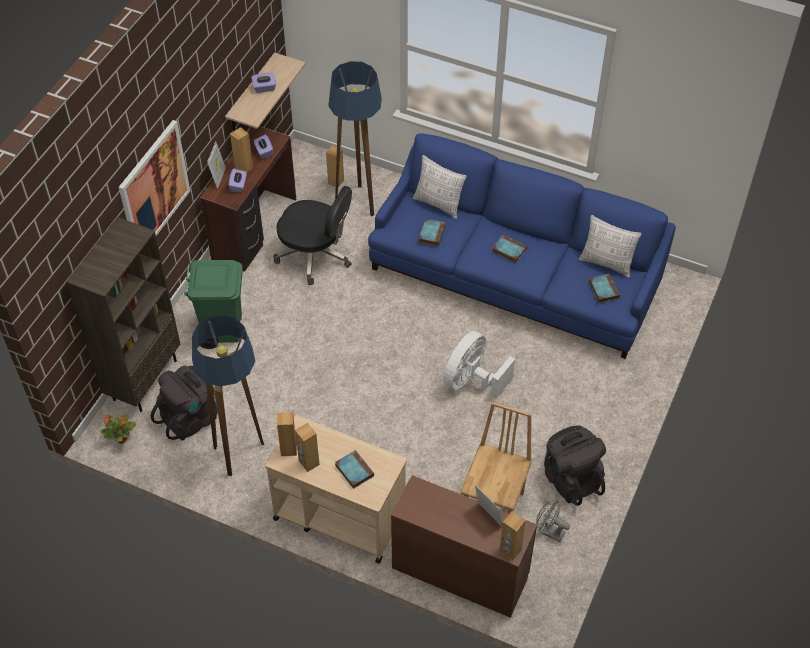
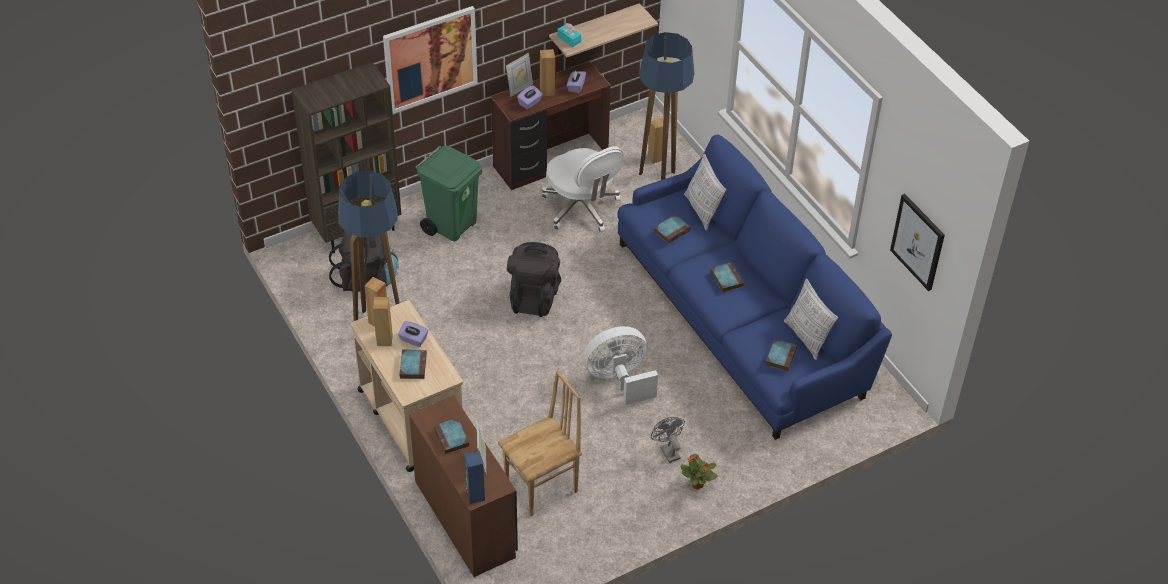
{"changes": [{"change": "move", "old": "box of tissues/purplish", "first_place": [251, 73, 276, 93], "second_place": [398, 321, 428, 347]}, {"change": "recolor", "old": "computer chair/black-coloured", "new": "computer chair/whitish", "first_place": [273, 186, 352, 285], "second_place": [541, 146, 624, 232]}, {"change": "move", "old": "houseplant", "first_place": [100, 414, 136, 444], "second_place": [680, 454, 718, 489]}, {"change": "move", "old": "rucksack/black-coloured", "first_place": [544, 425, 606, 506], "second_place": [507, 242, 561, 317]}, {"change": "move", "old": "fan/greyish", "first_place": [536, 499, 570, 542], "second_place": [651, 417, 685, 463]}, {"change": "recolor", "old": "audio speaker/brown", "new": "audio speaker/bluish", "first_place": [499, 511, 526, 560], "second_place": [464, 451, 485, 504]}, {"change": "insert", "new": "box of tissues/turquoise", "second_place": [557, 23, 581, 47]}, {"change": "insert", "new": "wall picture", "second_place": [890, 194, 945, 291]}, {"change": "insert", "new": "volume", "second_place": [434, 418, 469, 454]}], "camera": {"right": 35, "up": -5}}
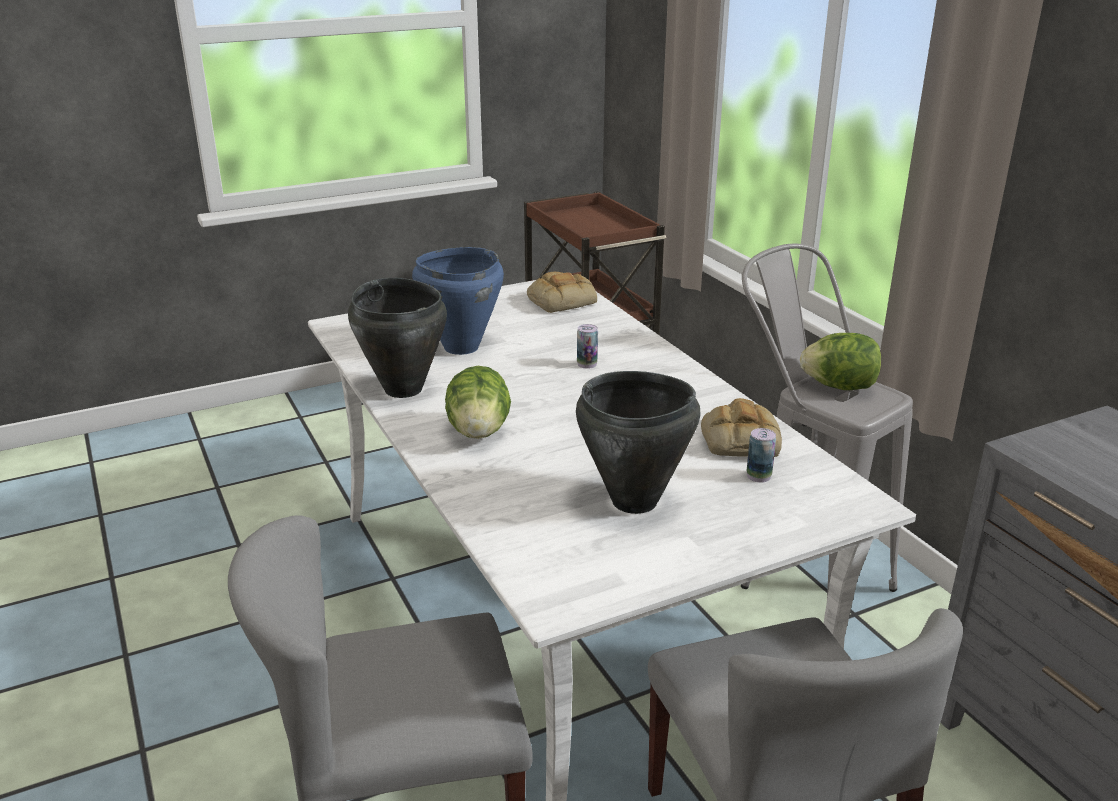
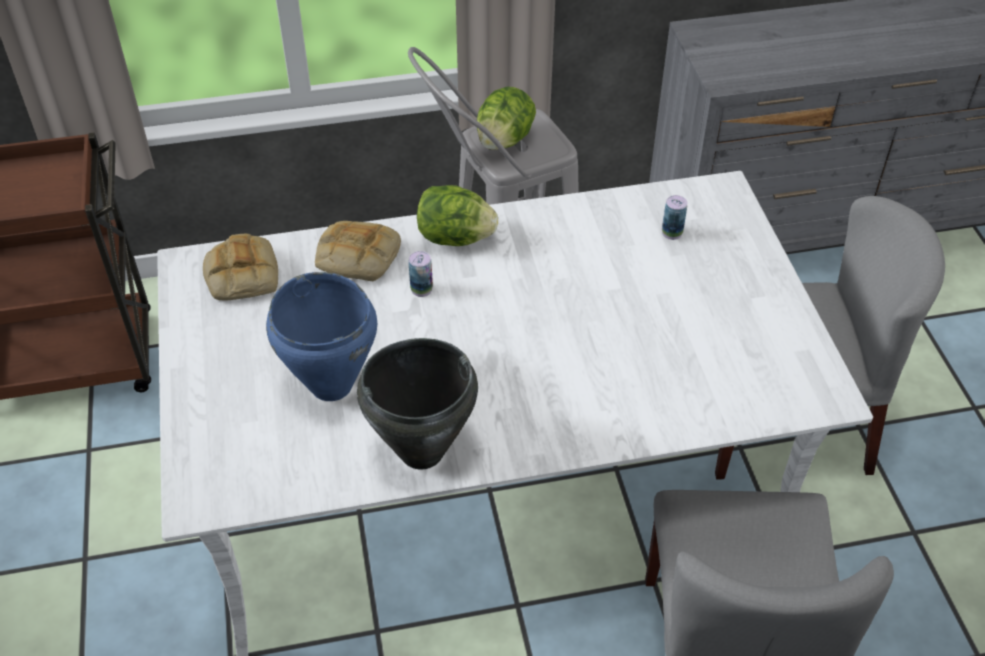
{"changes": [{"change": "move", "old": "lettuce", "first_place": [445, 366, 511, 439], "second_place": [417, 185, 498, 246]}, {"change": "delete", "old": "saucepot/black-coloured", "first_place": [576, 371, 701, 514]}, {"change": "move", "old": "baked bread", "first_place": [701, 398, 782, 457], "second_place": [315, 221, 401, 281]}], "camera": {"right": -75, "up": 20}}
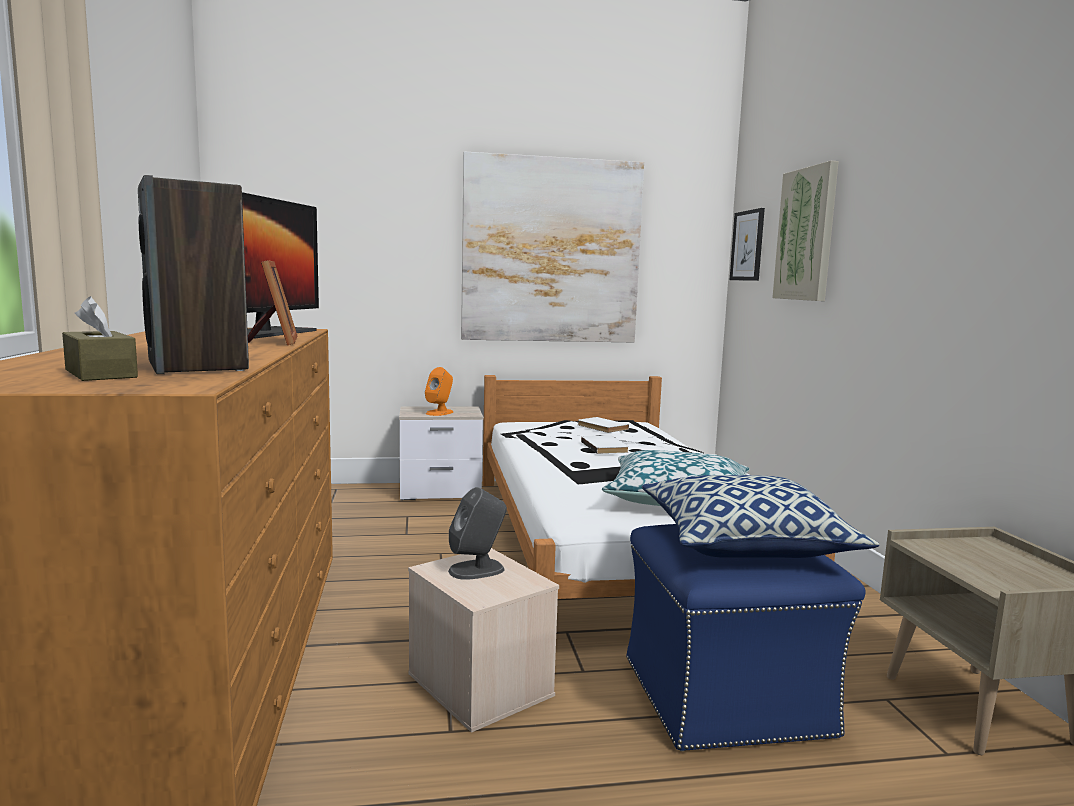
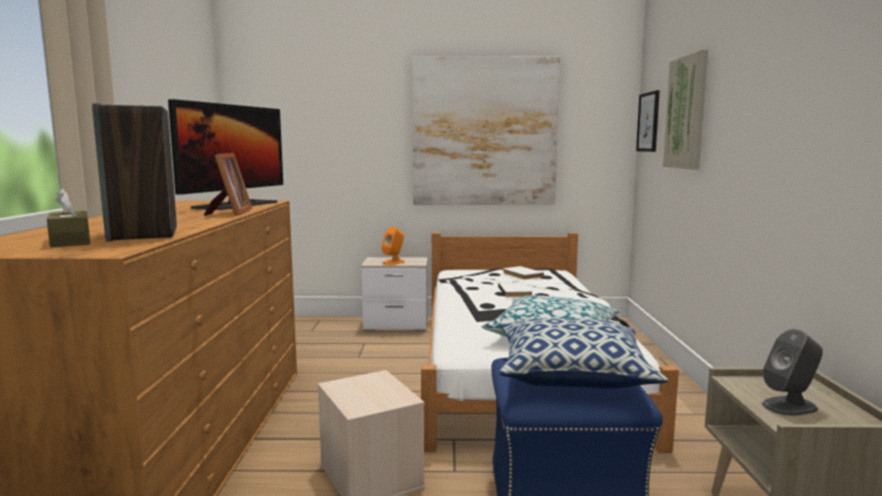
{"changes": [{"change": "move", "old": "audio speaker/greyish", "first_place": [448, 487, 507, 580], "second_place": [762, 329, 823, 416]}], "camera": {"right": 10, "up": 0}}
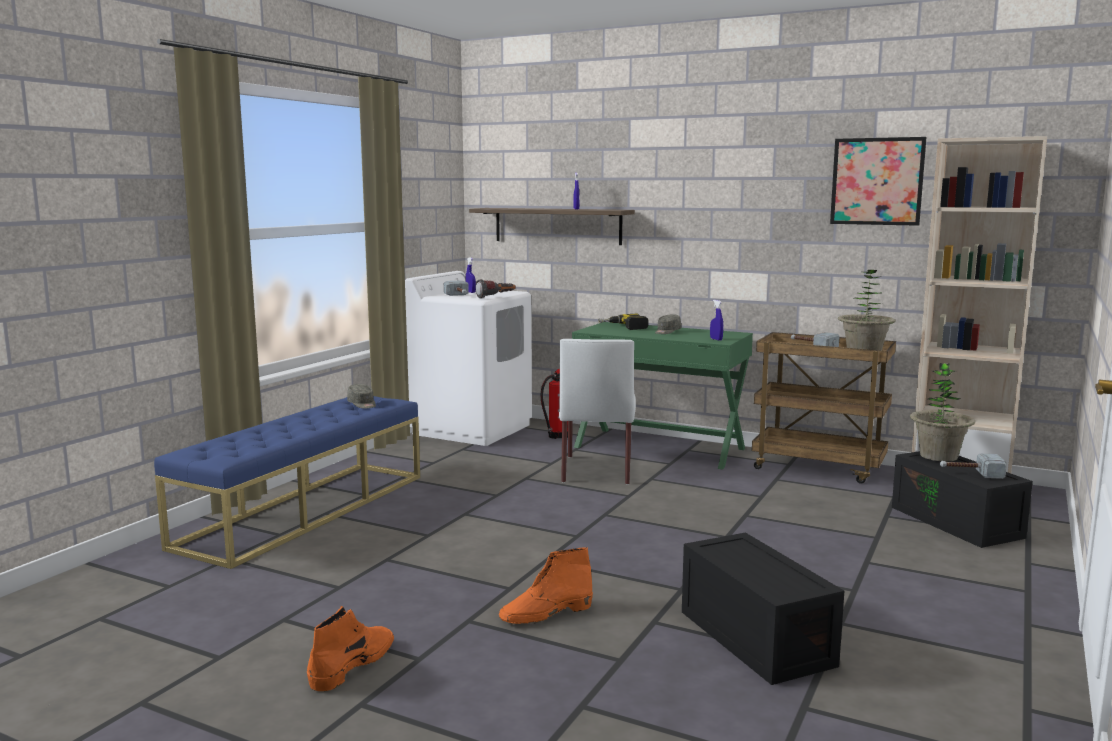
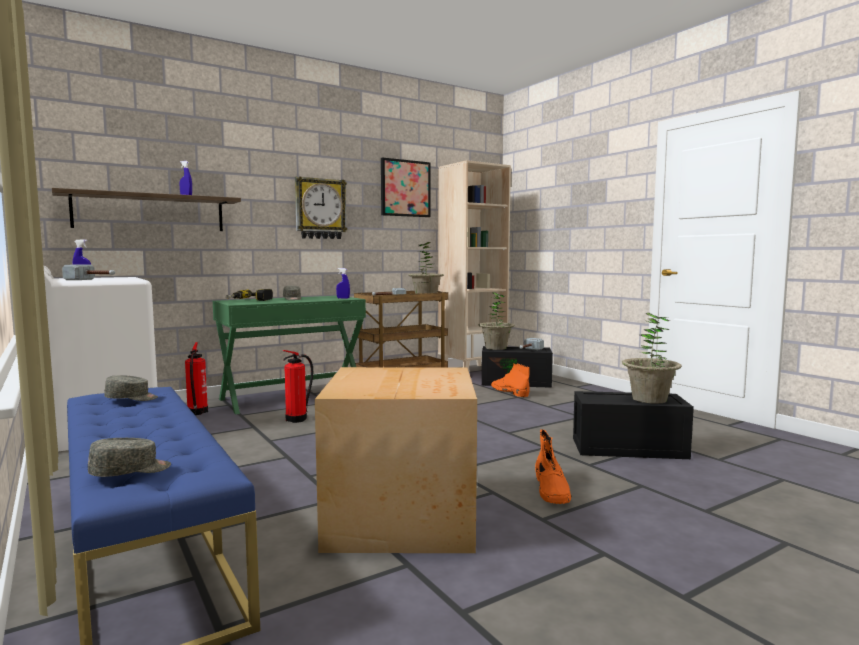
{"changes": [{"change": "delete", "old": "flashlight", "first_place": [475, 279, 516, 299]}, {"change": "replace", "old": "upright chair/whitish", "new": "fire extinguisher", "first_place": [559, 339, 636, 485], "second_place": [283, 350, 313, 423]}, {"change": "move", "old": "high-top boot/orange", "first_place": [307, 606, 394, 691], "second_place": [491, 364, 530, 397]}, {"change": "insert", "new": "hanging clock", "second_place": [295, 176, 347, 239]}, {"change": "insert", "new": "houseplant", "second_place": [622, 313, 682, 404]}, {"change": "insert", "new": "cardboard box", "second_place": [315, 367, 477, 553]}, {"change": "insert", "new": "peaked cap/greyish", "second_place": [88, 438, 171, 477]}], "camera": {"right": -60, "up": -5}}
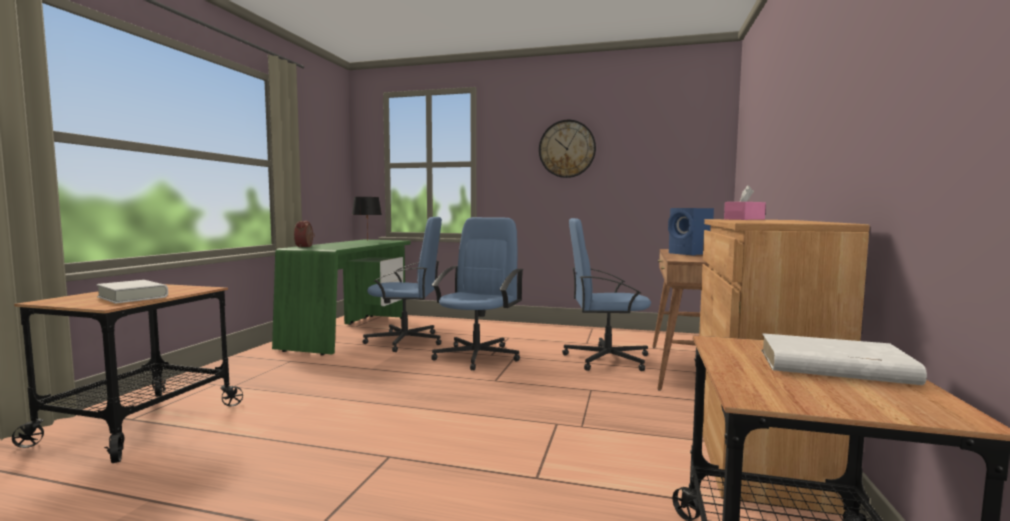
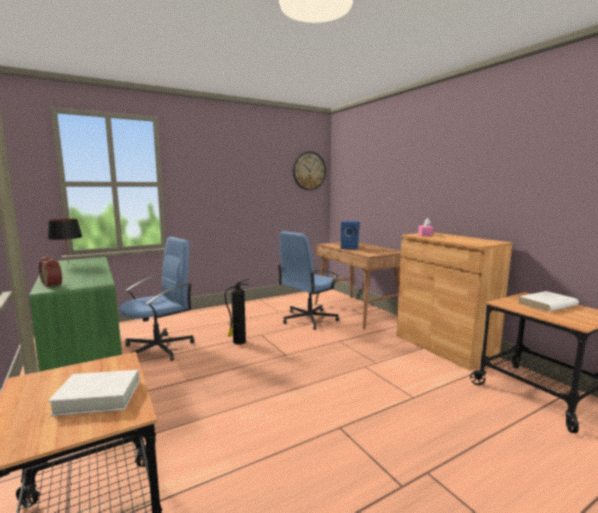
{"changes": [{"change": "move", "old": "hanging clock", "first_place": [539, 120, 596, 178], "second_place": [293, 151, 326, 190]}, {"change": "replace", "old": "computer chair/bluish", "new": "fire extinguisher", "first_place": [431, 217, 524, 371], "second_place": [225, 279, 249, 345]}], "camera": {"right": -45, "up": 5}}
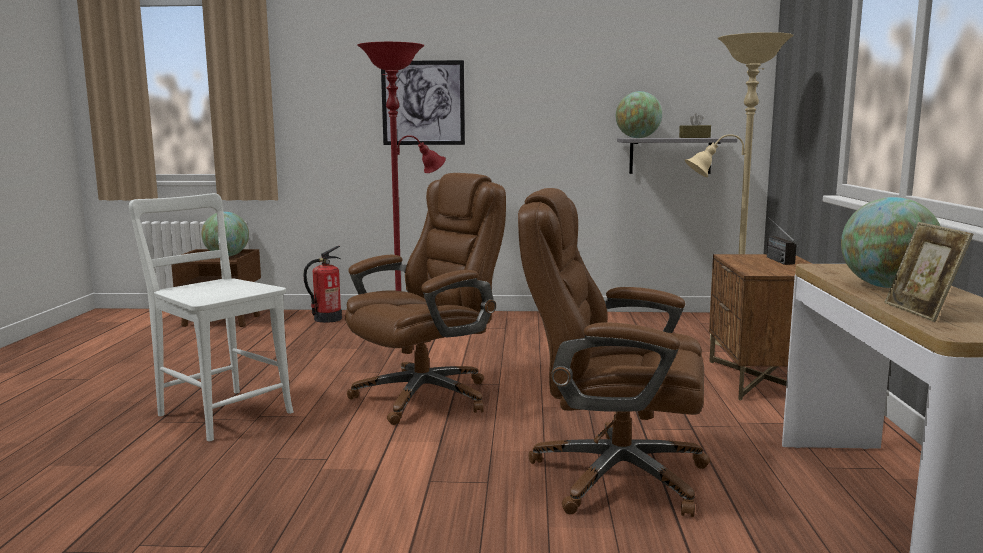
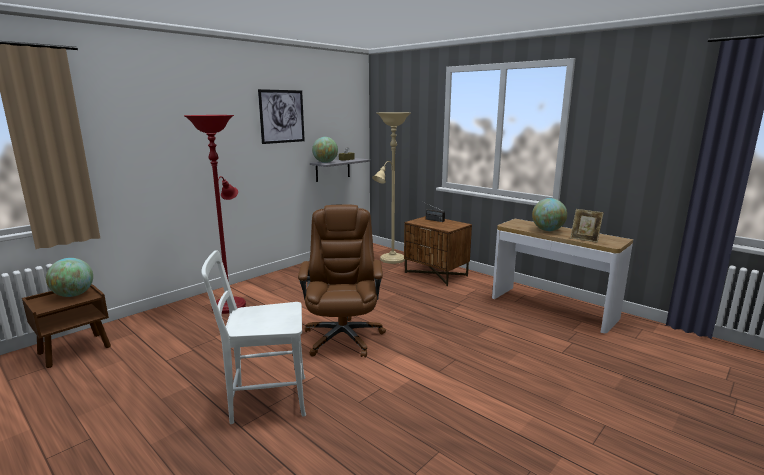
{"changes": [{"change": "move", "old": "wall picture", "first_place": [381, 60, 465, 145], "second_place": [258, 89, 305, 144]}, {"change": "delete", "old": "computer chair/brown", "first_place": [518, 188, 710, 517]}, {"change": "delete", "old": "fire extinguisher", "first_place": [303, 246, 342, 323]}], "camera": {"right": -50, "up": 5}}
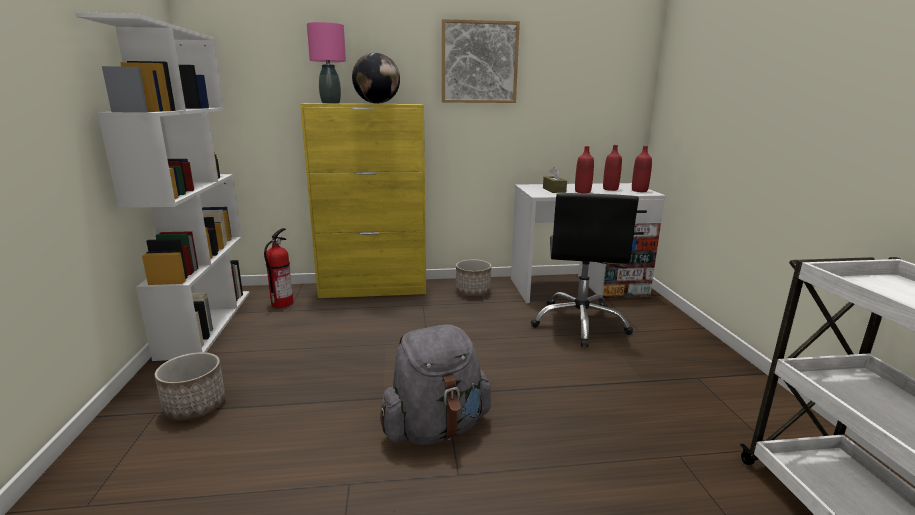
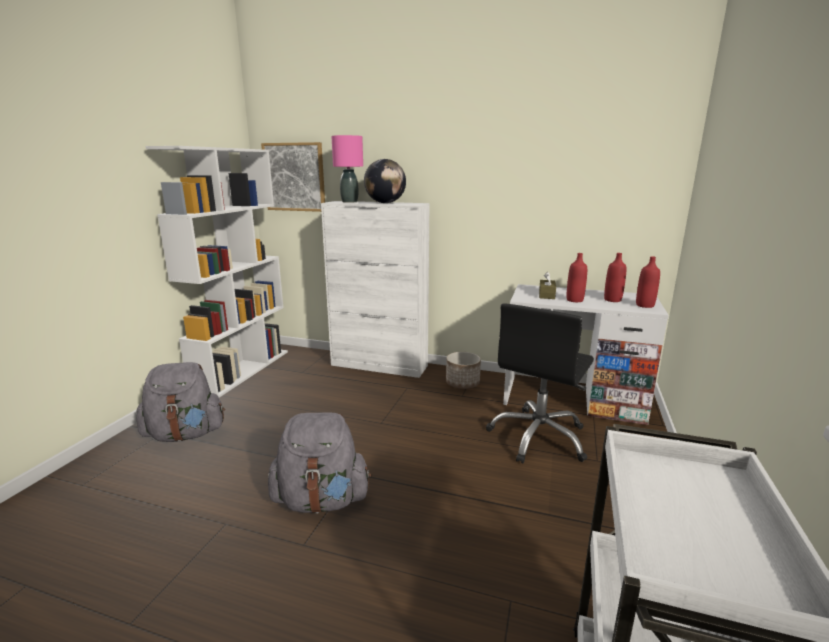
{"changes": [{"change": "move", "old": "wall picture", "first_place": [442, 19, 520, 103], "second_place": [261, 142, 325, 212]}, {"change": "recolor", "old": "storage cabinet/yellow-coloured", "new": "storage cabinet/whitish", "first_place": [300, 103, 426, 298], "second_place": [321, 201, 430, 378]}, {"change": "delete", "old": "fire extinguisher", "first_place": [264, 228, 293, 308]}, {"change": "replace", "old": "planter", "new": "rucksack/greyish", "first_place": [155, 352, 225, 420], "second_place": [136, 362, 225, 442]}], "camera": {"right": 25, "up": 0}}
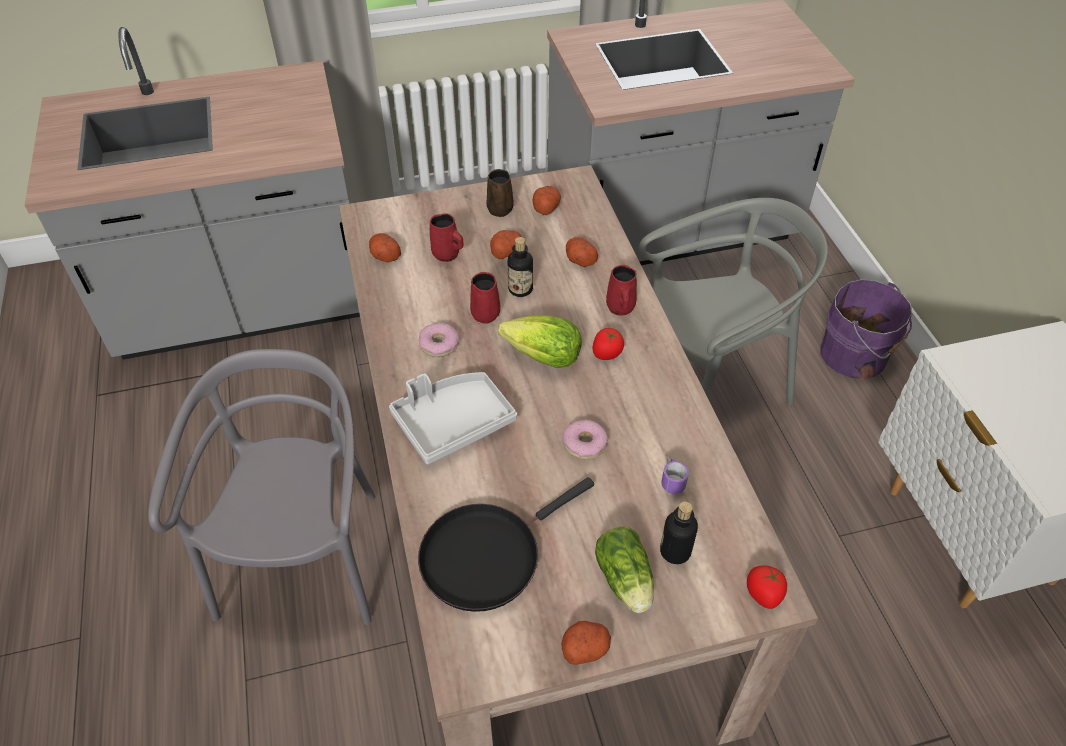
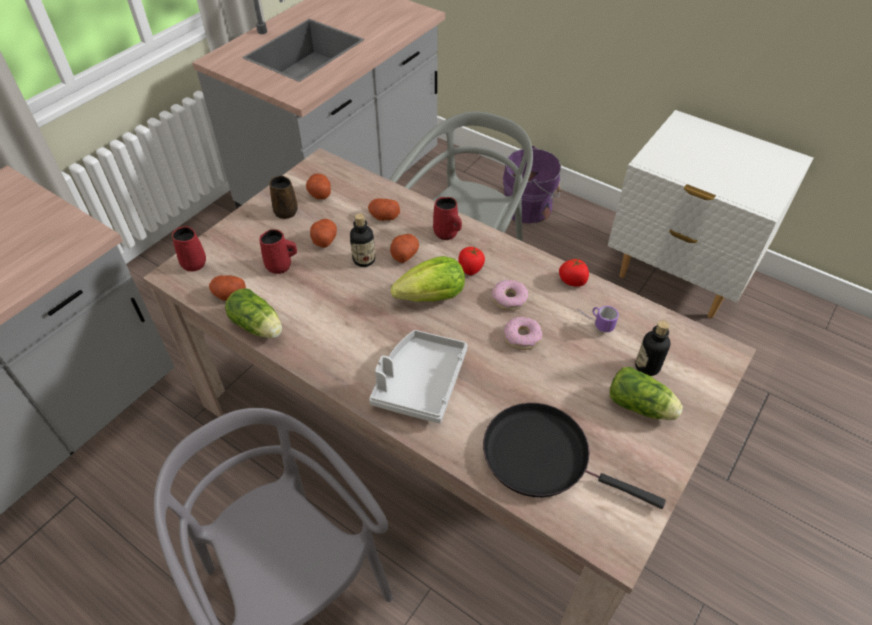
{"changes": [{"change": "move", "old": "mug/red-coloured", "first_place": [470, 272, 500, 323], "second_place": [172, 226, 206, 271]}, {"change": "move", "old": "ring doughnut", "first_place": [419, 323, 459, 357], "second_place": [492, 280, 528, 311]}, {"change": "rotate", "old": "pan/black-coloured", "first_place": [418, 477, 594, 612], "second_place": [483, 403, 666, 509], "degrees": 105}, {"change": "move", "old": "tomato", "first_place": [747, 565, 787, 609], "second_place": [559, 258, 589, 287]}, {"change": "move", "old": "spud", "first_place": [561, 621, 611, 665], "second_place": [390, 234, 419, 263]}, {"change": "insert", "new": "lettuce", "second_place": [225, 288, 282, 338]}], "camera": {"right": -40, "up": 0}}
